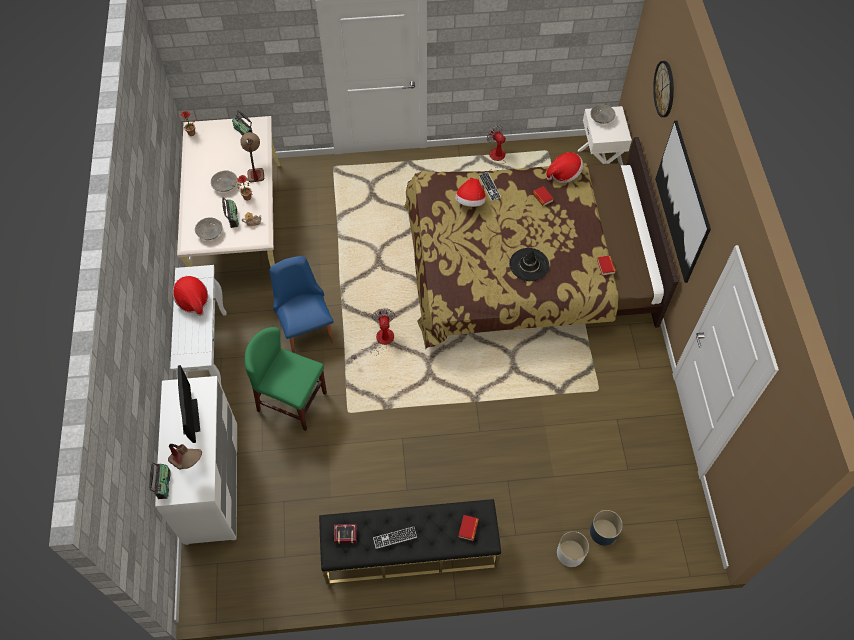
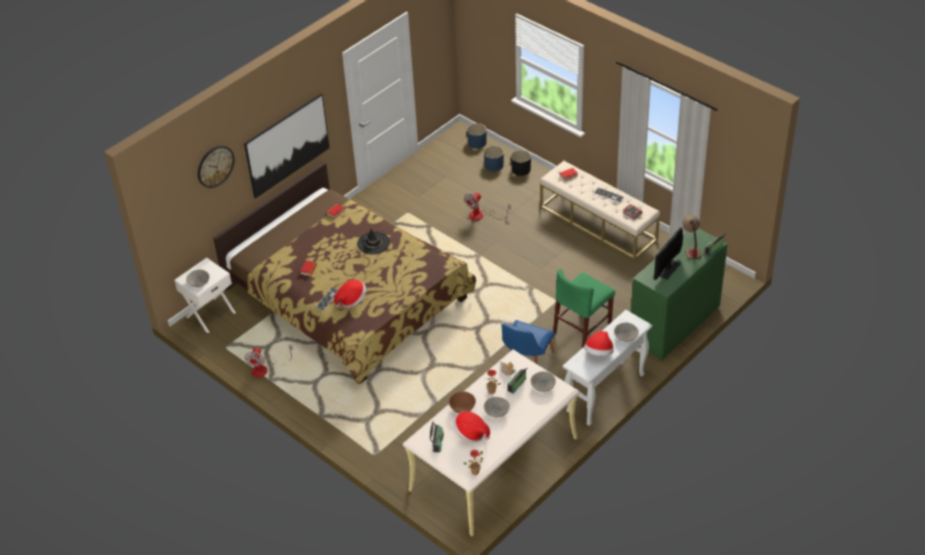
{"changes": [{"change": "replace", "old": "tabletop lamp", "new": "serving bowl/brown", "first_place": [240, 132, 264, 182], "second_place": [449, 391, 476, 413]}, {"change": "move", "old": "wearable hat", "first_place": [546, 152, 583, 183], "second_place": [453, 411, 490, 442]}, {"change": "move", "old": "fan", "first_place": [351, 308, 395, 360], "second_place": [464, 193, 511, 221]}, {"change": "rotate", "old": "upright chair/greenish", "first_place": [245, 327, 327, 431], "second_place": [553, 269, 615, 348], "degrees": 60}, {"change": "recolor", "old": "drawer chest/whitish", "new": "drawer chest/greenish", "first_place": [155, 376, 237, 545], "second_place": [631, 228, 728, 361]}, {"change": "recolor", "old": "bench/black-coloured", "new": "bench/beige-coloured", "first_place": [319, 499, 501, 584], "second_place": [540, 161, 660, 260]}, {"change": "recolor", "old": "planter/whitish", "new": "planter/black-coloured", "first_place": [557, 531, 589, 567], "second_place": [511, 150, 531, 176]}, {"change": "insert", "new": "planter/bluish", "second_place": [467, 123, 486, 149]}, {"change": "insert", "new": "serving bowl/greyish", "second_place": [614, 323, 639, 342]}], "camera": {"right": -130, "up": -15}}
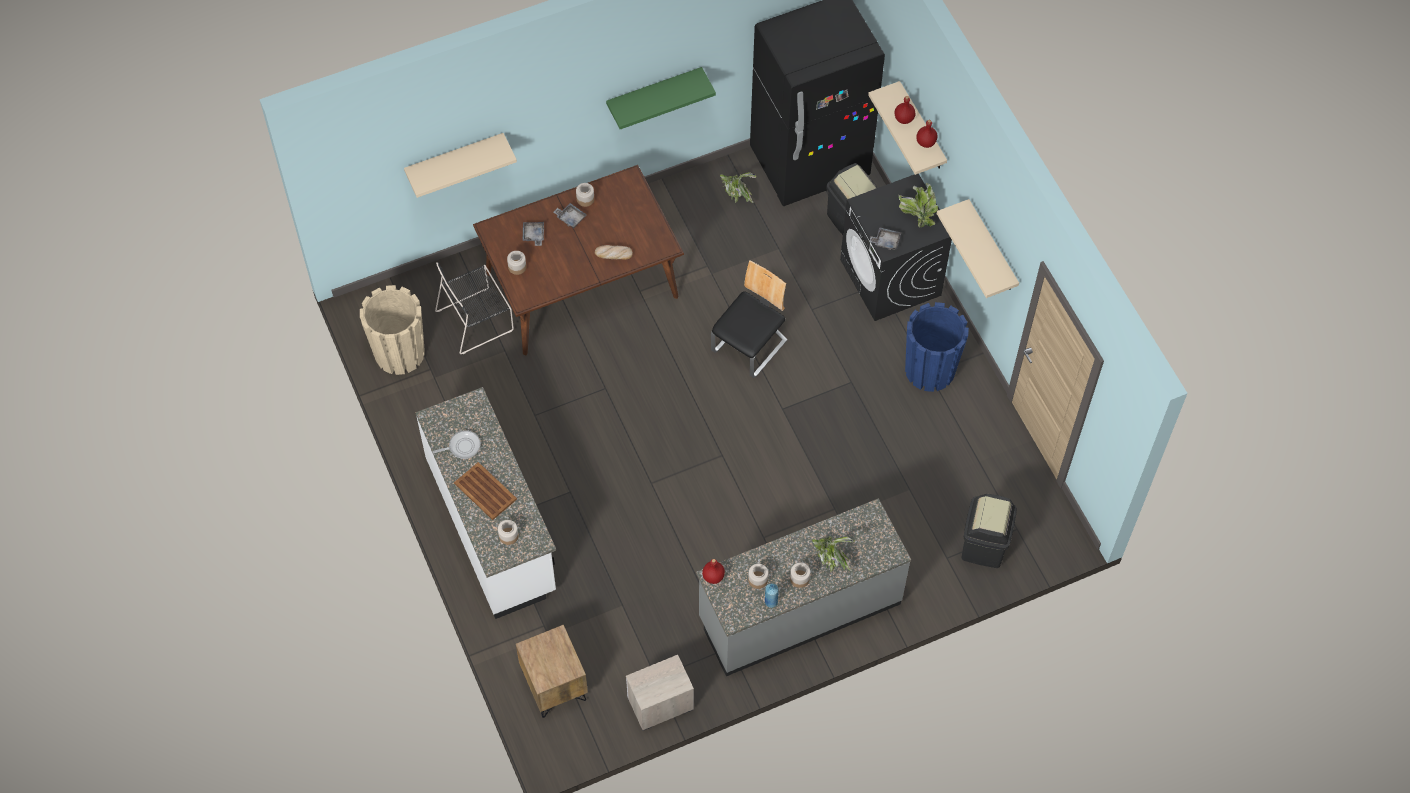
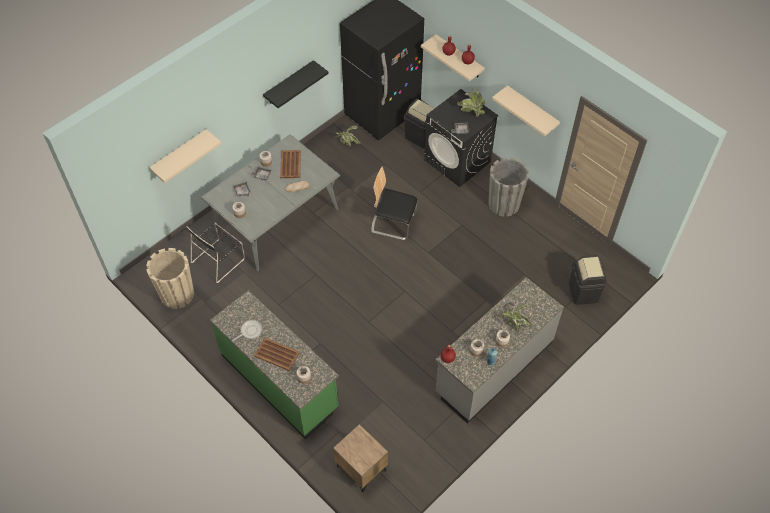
{"changes": [{"change": "recolor", "old": "shelf/greenish", "new": "shelf/black-coloured", "first_place": [606, 67, 716, 129], "second_place": [263, 60, 329, 108]}, {"change": "recolor", "old": "dinner table/brown", "new": "dinner table/greyish", "first_place": [473, 165, 684, 355], "second_place": [201, 134, 340, 271]}, {"change": "rotate", "old": "upright chair", "first_place": [711, 260, 787, 378], "second_place": [371, 167, 418, 240], "degrees": -90}, {"change": "recolor", "old": "planter/bluish", "new": "planter/greyish", "first_place": [905, 302, 969, 392], "second_place": [488, 157, 529, 217]}, {"change": "recolor", "old": "counter/whitish", "new": "counter/greenish", "first_place": [416, 387, 556, 619], "second_place": [210, 290, 339, 439]}, {"change": "delete", "old": "bedside table", "first_place": [626, 655, 694, 731]}, {"change": "insert", "new": "carrying tray/brown", "second_place": [280, 150, 301, 178]}], "camera": {"right": -20, "up": -5}}
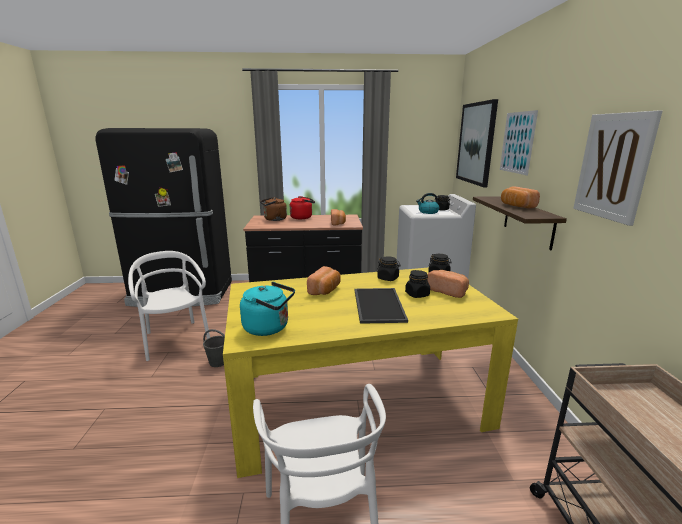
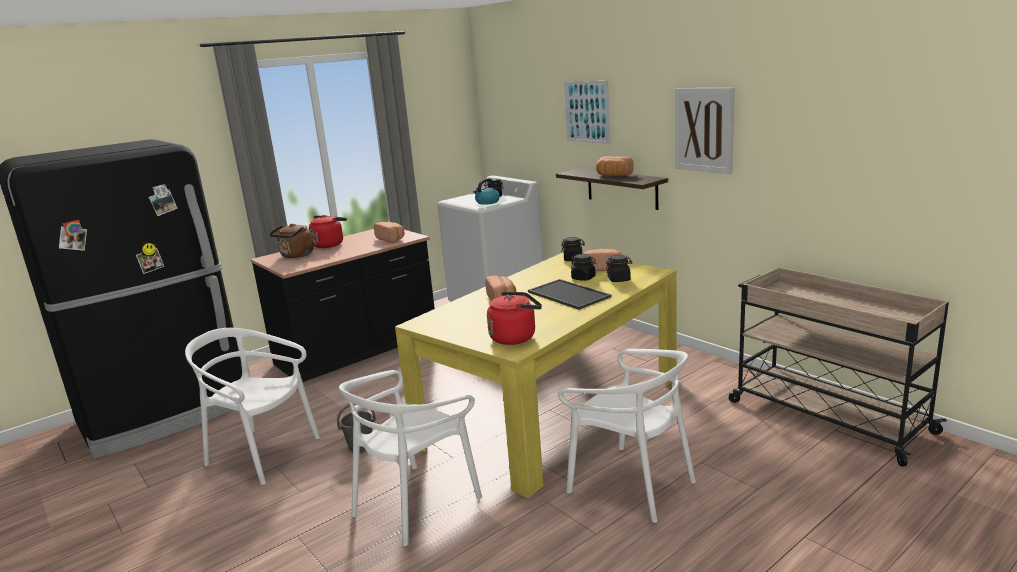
{"changes": [{"change": "delete", "old": "wall picture", "first_place": [456, 99, 498, 187]}, {"change": "move", "old": "preserve jar/black-coloured", "first_place": [377, 257, 401, 281], "second_place": [605, 255, 632, 282]}, {"change": "recolor", "old": "tea kettle/turquoise", "new": "tea kettle/red-coloured", "first_place": [240, 282, 295, 336], "second_place": [487, 292, 542, 345]}, {"change": "insert", "new": "upright chair/whitish", "second_place": [339, 370, 482, 546]}], "camera": {"right": -35, "up": 0}}
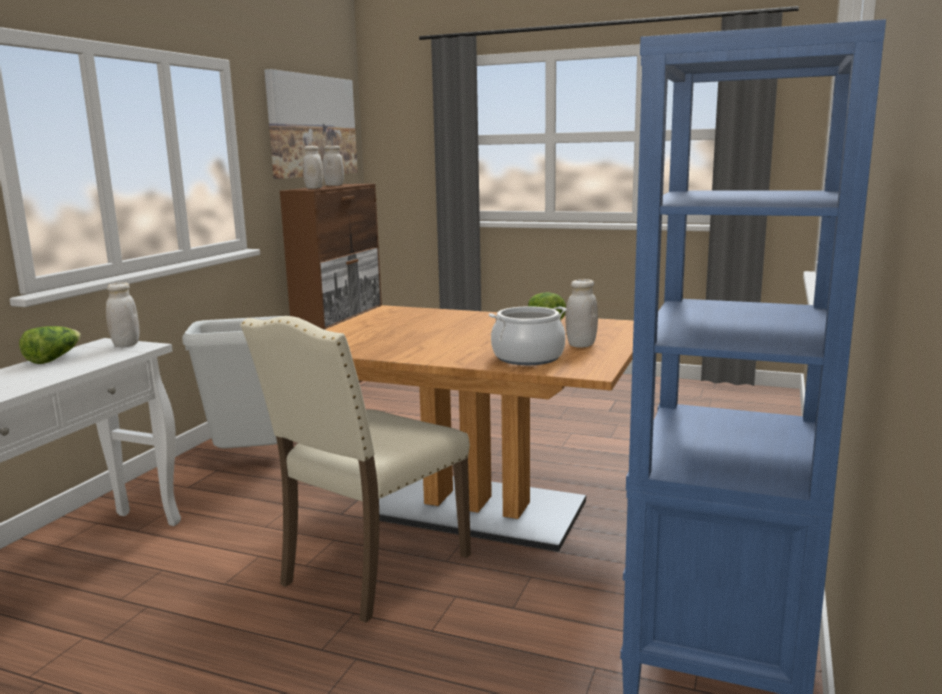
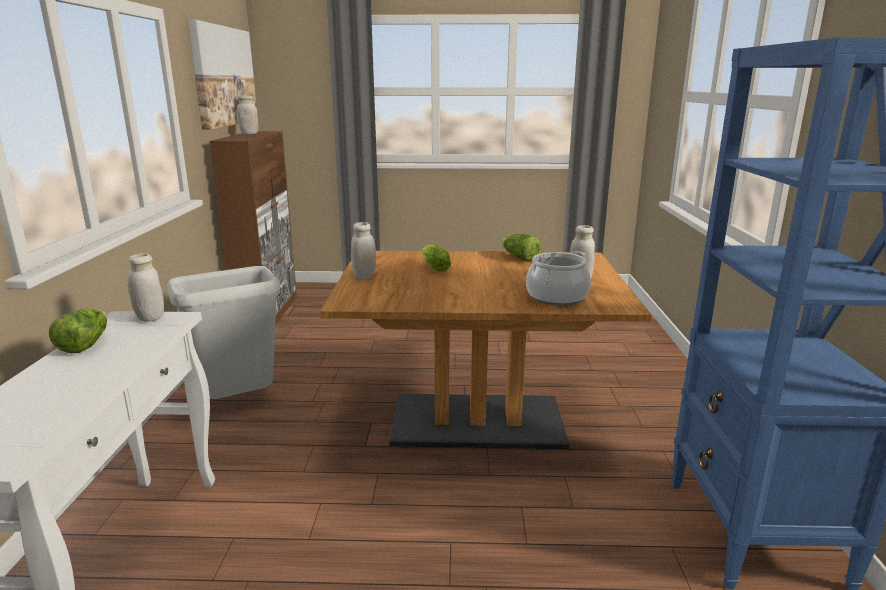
{"changes": [{"change": "move", "old": "preserve jar/whitish", "first_place": [303, 146, 323, 189], "second_place": [351, 222, 376, 279]}, {"change": "delete", "old": "upright chair/beige-coloured", "first_place": [240, 316, 471, 623]}, {"change": "insert", "new": "lettuce", "second_place": [422, 245, 451, 272]}], "camera": {"right": -20, "up": 5}}
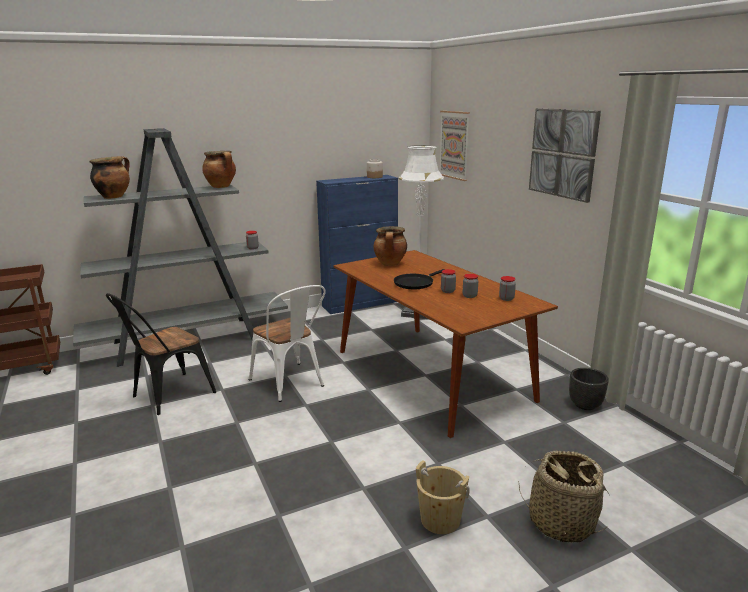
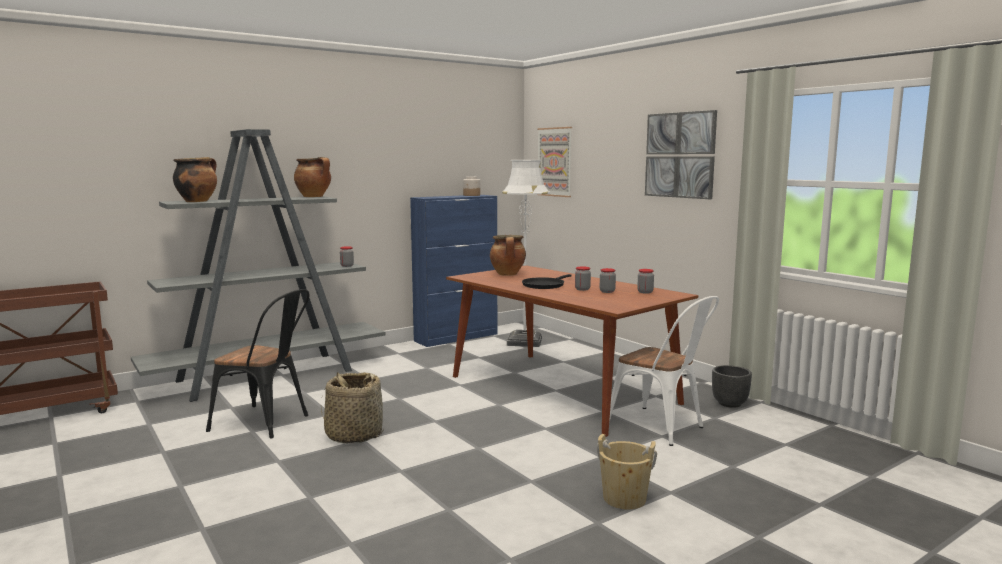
{"changes": [{"change": "move", "old": "upright chair/whitish", "first_place": [249, 285, 326, 402], "second_place": [609, 296, 719, 446]}, {"change": "rotate", "old": "upright chair/black-coloured", "first_place": [106, 293, 216, 415], "second_place": [206, 289, 309, 438], "degrees": -105}, {"change": "move", "old": "basket", "first_place": [519, 451, 609, 543], "second_place": [321, 372, 384, 443]}], "camera": {"right": -10, "up": -10}}
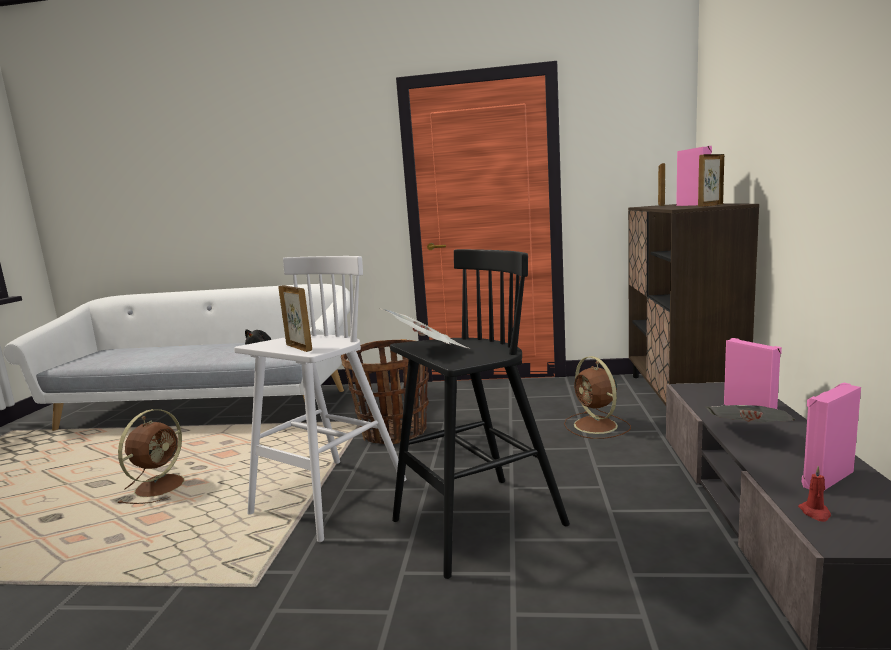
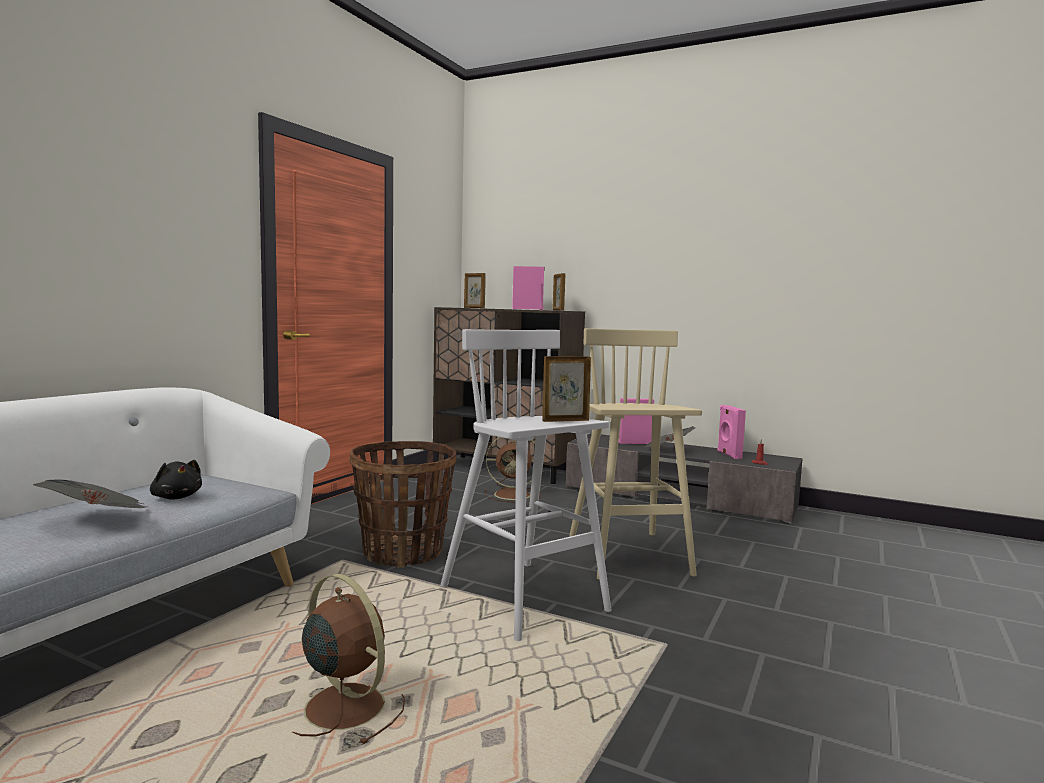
{"changes": [{"change": "recolor", "old": "stool/black-coloured", "new": "stool/beige-coloured", "first_place": [390, 249, 570, 579], "second_place": [569, 328, 702, 580]}, {"change": "move", "old": "newspaper", "first_place": [382, 309, 468, 348], "second_place": [33, 480, 146, 508]}], "camera": {"right": -70, "up": -5}}
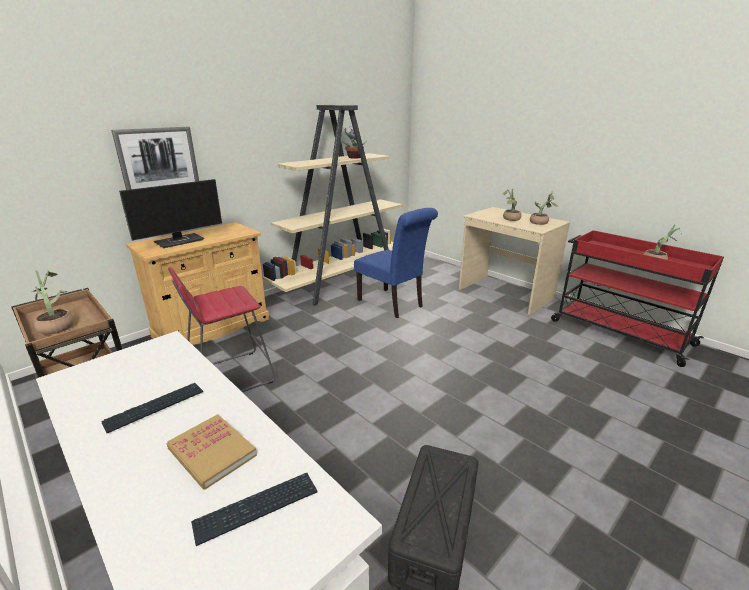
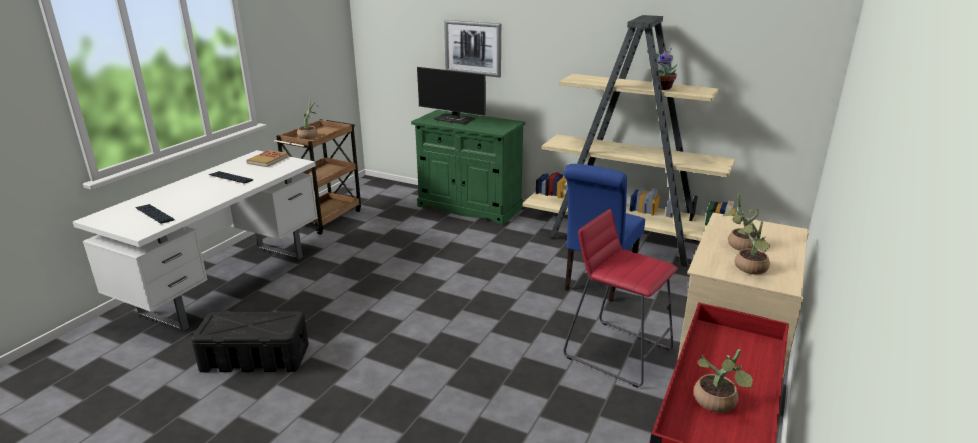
{"changes": [{"change": "recolor", "old": "storage cabinet/beige-coloured", "new": "storage cabinet/greenish", "first_place": [126, 222, 269, 345], "second_place": [411, 110, 526, 225]}, {"change": "move", "old": "stool/red-coloured", "first_place": [168, 267, 275, 392], "second_place": [563, 209, 678, 387]}, {"change": "move", "old": "volume", "first_place": [166, 414, 257, 490], "second_place": [246, 150, 289, 167]}], "camera": {"right": 70, "up": 0}}
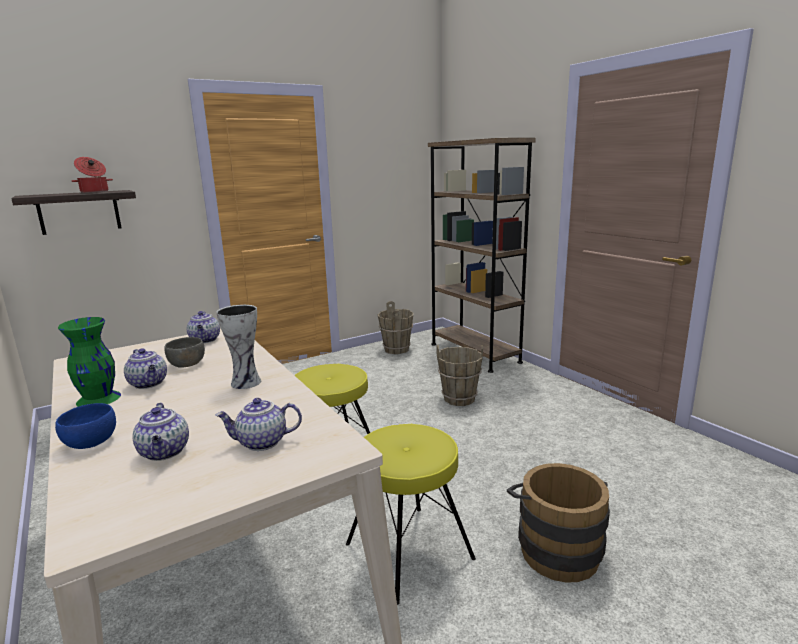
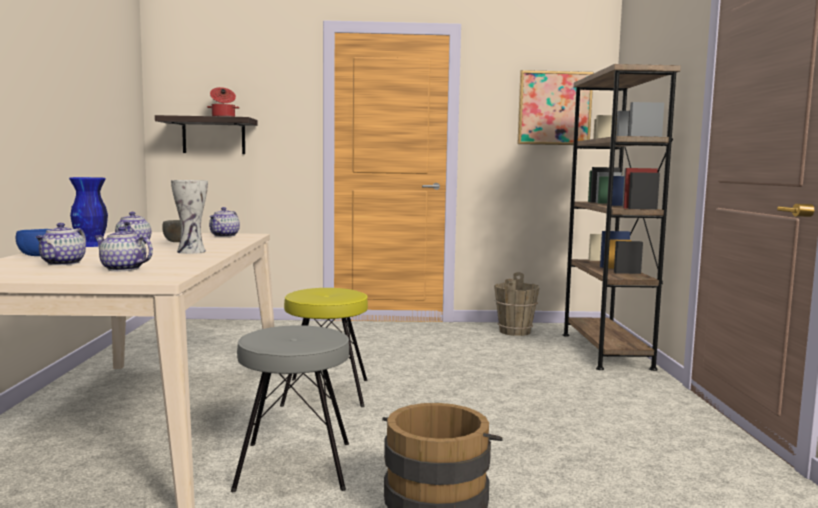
{"changes": [{"change": "recolor", "old": "flower vase/greenish", "new": "flower vase/bluish", "first_place": [58, 317, 121, 407], "second_place": [69, 177, 108, 247]}, {"change": "delete", "old": "water bucket/brown", "first_place": [436, 345, 483, 406]}, {"change": "recolor", "old": "stool/yellow-coloured", "new": "stool/greyish", "first_place": [346, 424, 476, 605], "second_place": [231, 325, 349, 492]}, {"change": "insert", "new": "wall picture", "second_place": [518, 70, 594, 145]}], "camera": {"right": 30, "up": -10}}
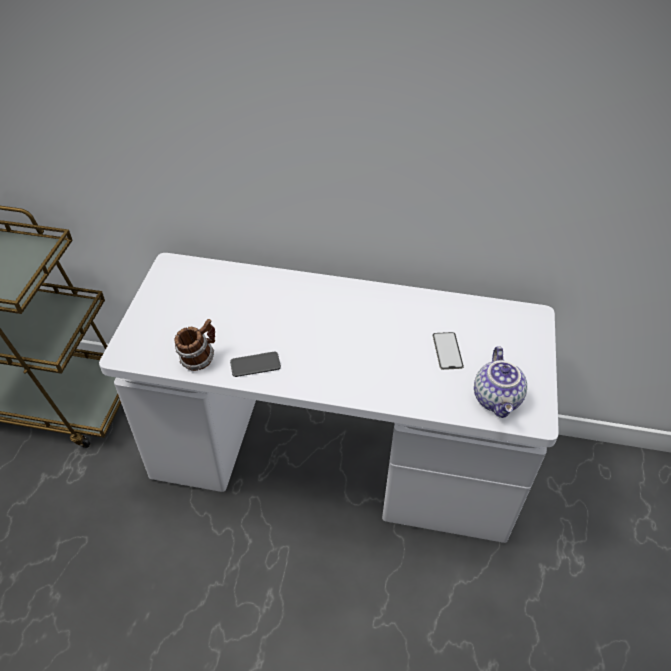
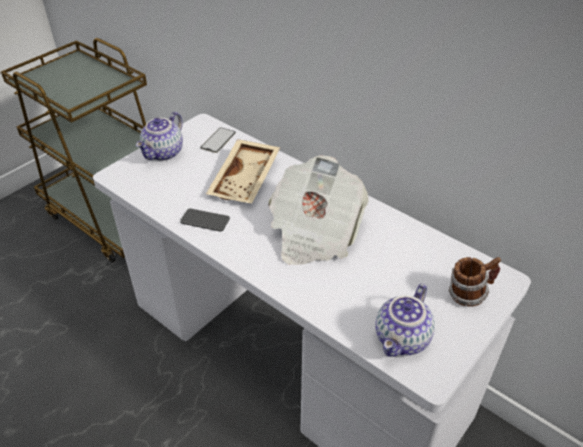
{"changes": [{"change": "move", "old": "mug", "first_place": [175, 319, 215, 371], "second_place": [449, 257, 501, 307]}, {"change": "move", "old": "phone", "first_place": [433, 332, 464, 370], "second_place": [200, 127, 236, 153]}, {"change": "insert", "new": "tea pot", "second_place": [136, 112, 183, 161]}, {"change": "insert", "new": "carrying tray/beige-coloured", "second_place": [206, 139, 280, 203]}, {"change": "insert", "new": "newspaper", "second_place": [268, 155, 369, 265]}], "camera": {"right": 30, "up": -5}}
